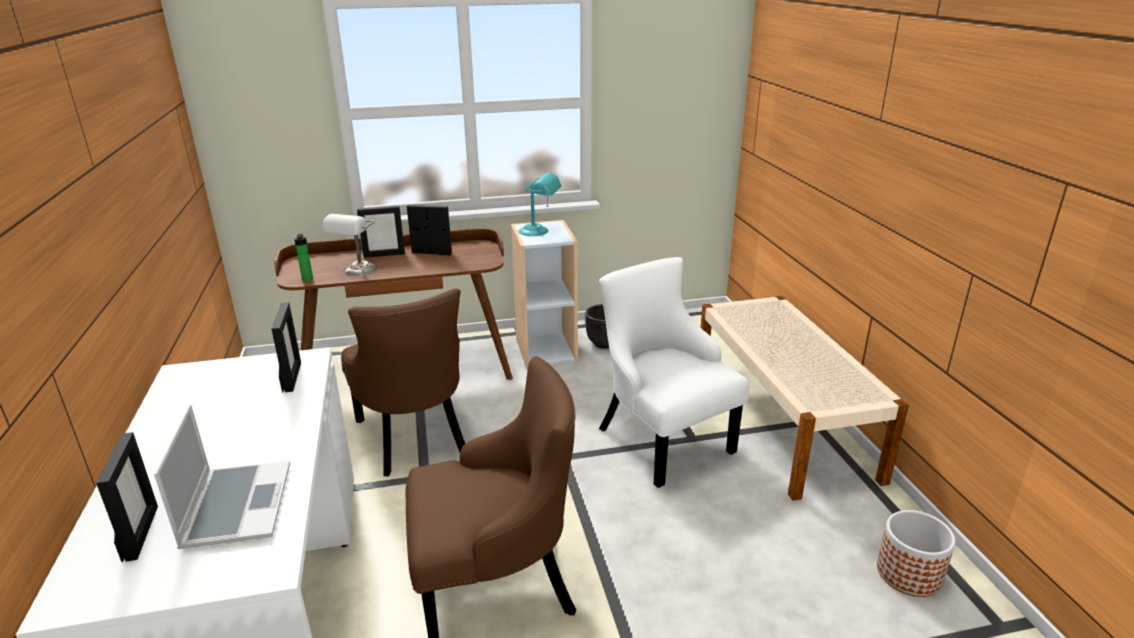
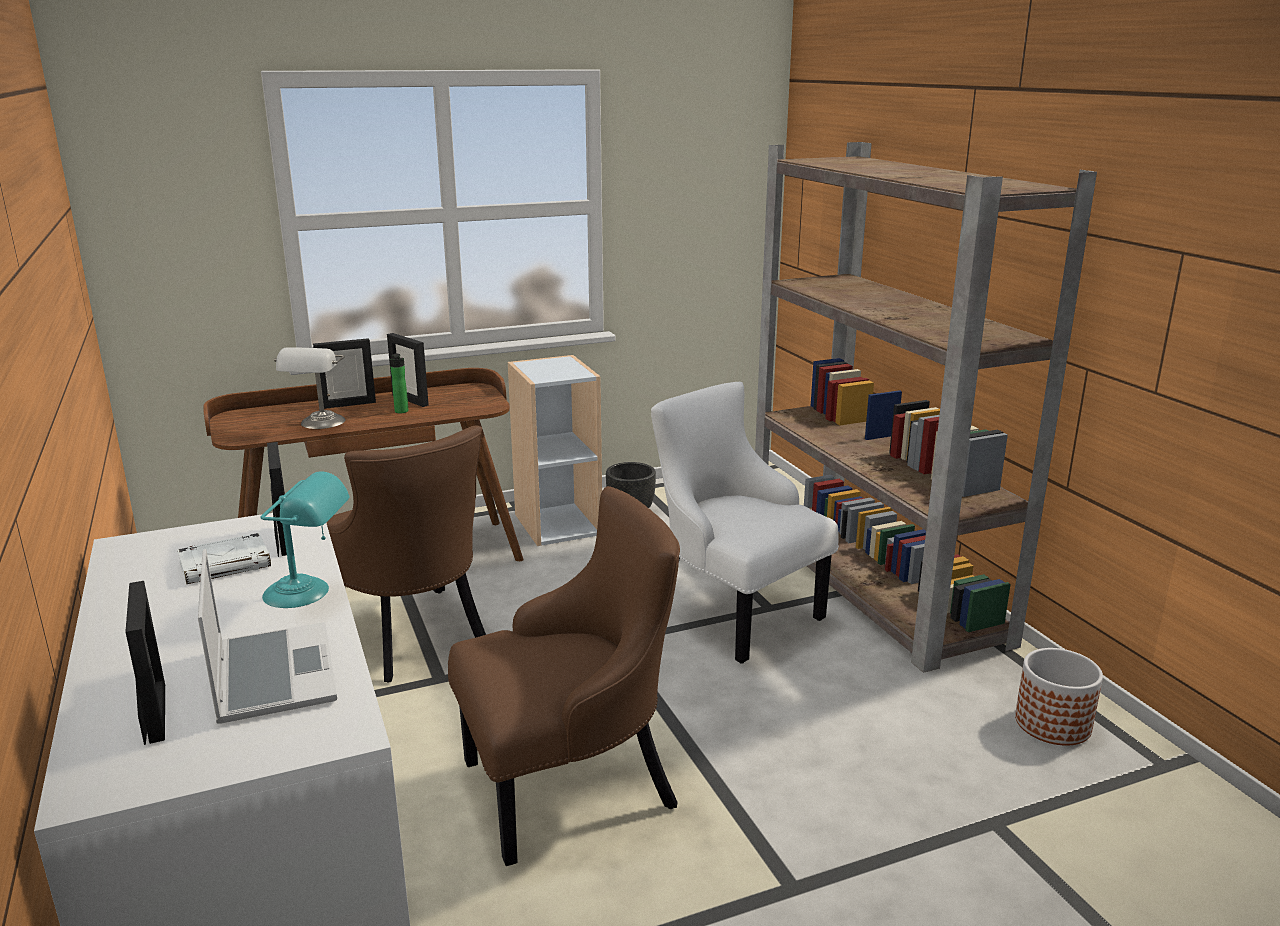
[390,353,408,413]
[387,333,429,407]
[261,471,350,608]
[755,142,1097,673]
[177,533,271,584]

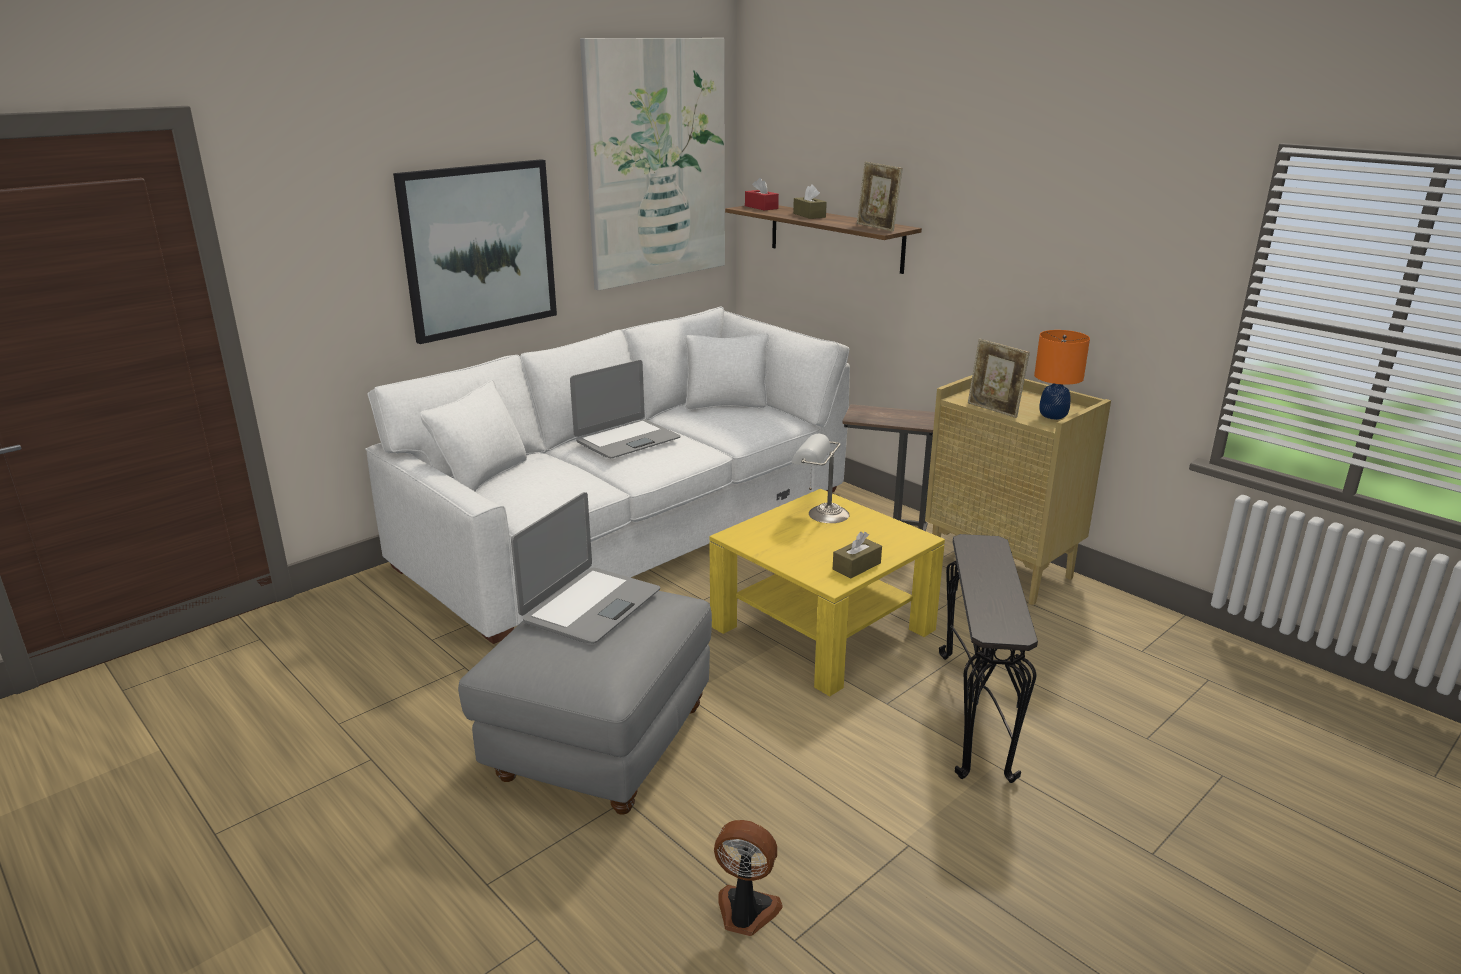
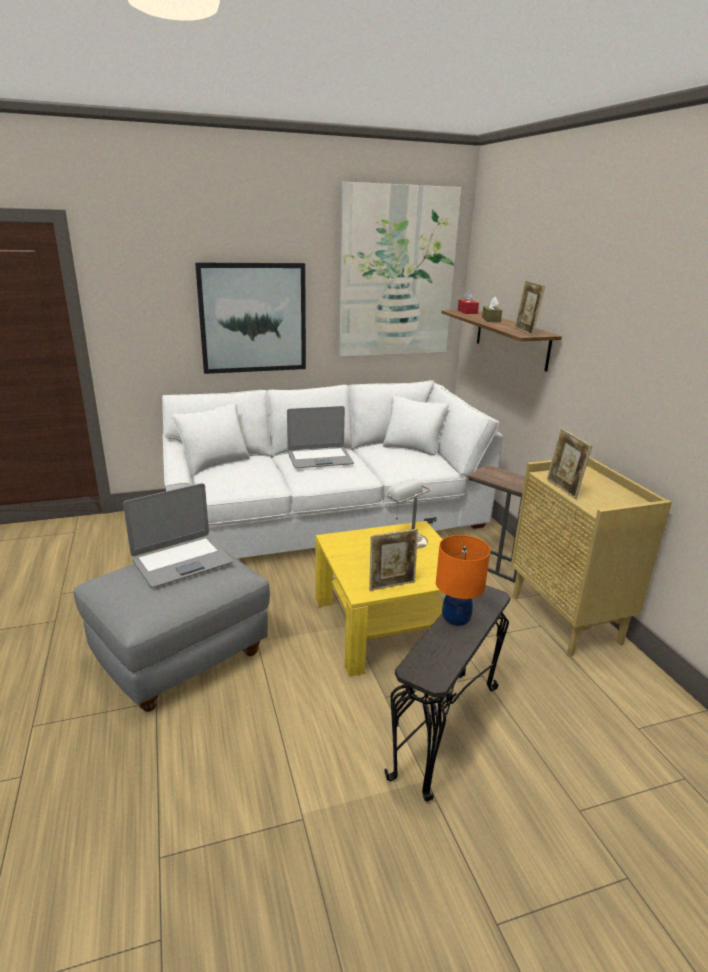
[714,820,783,936] (first image)
[369,529,418,591]
[436,535,490,626]

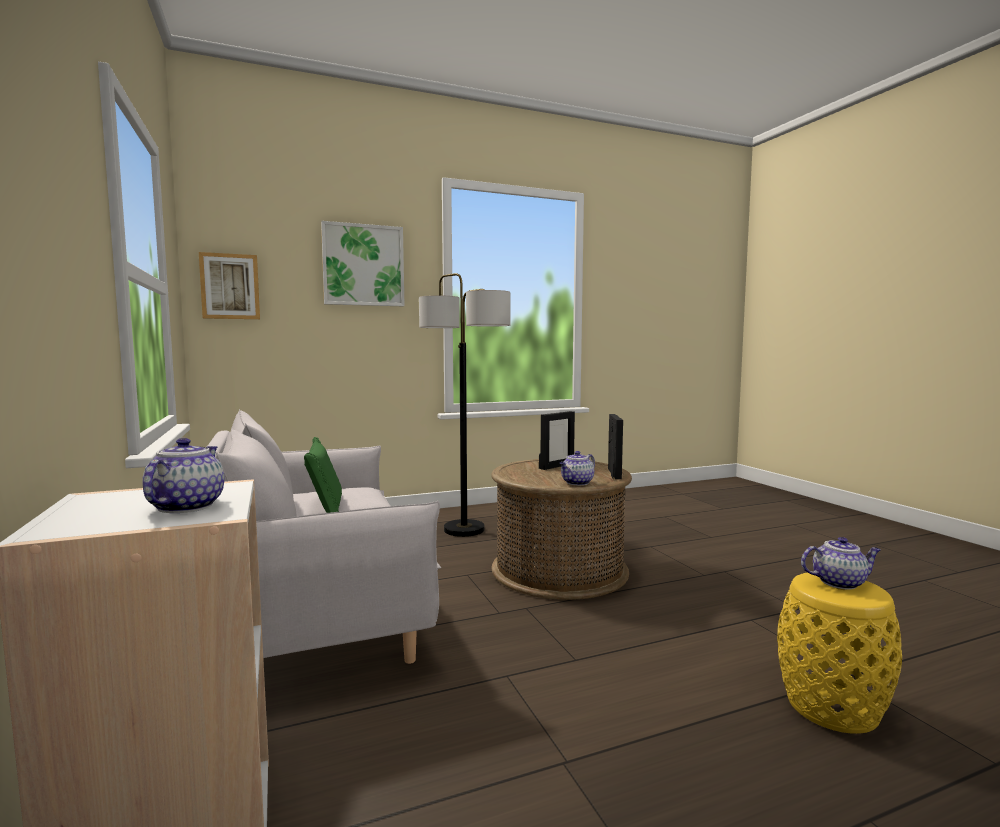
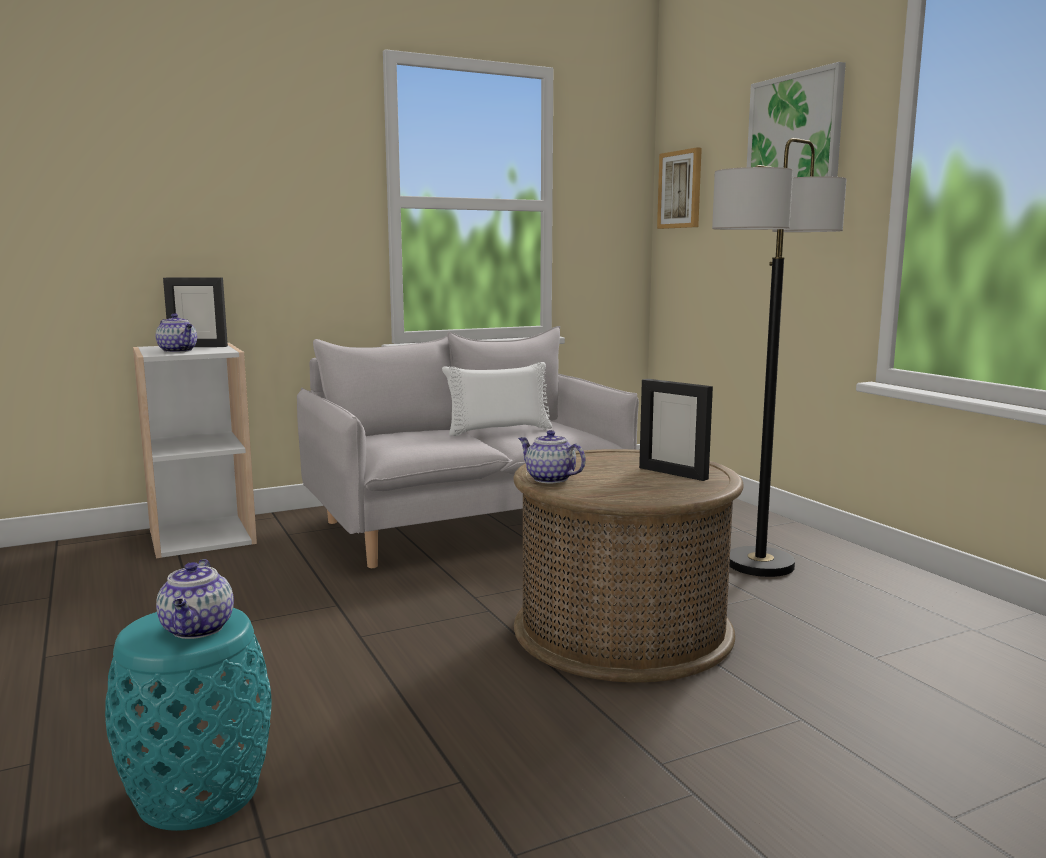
[156,313,197,353]
[442,362,552,436]
[163,278,228,347]
[105,608,271,831]

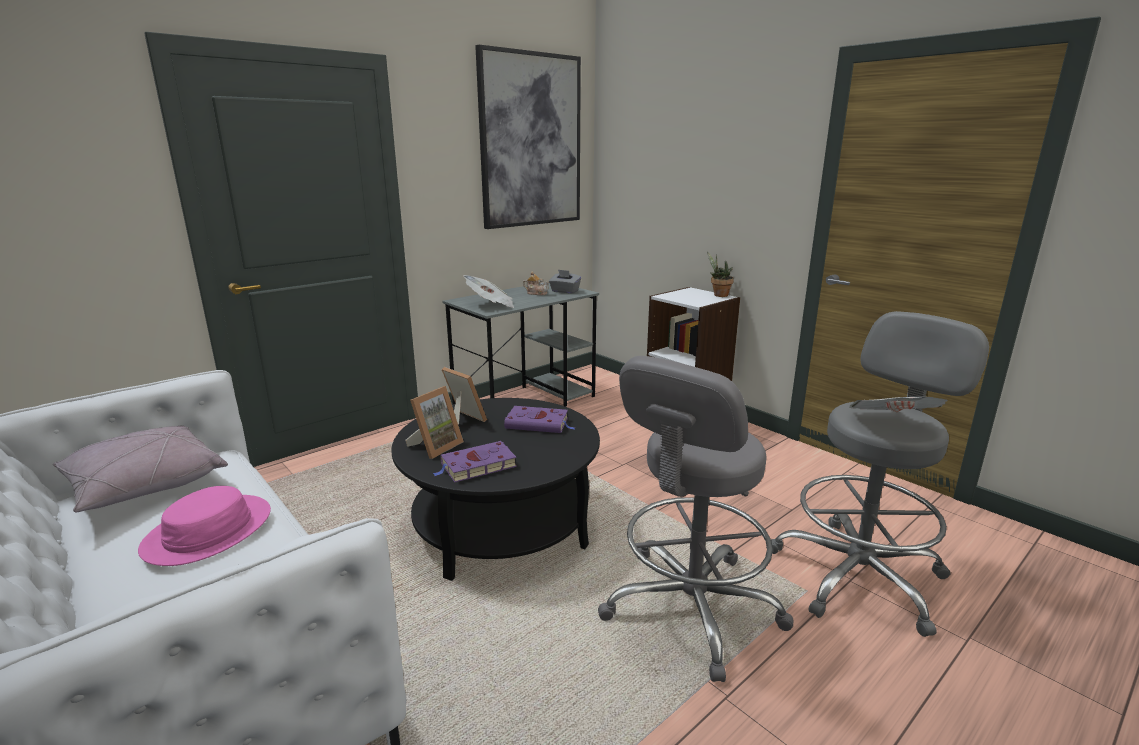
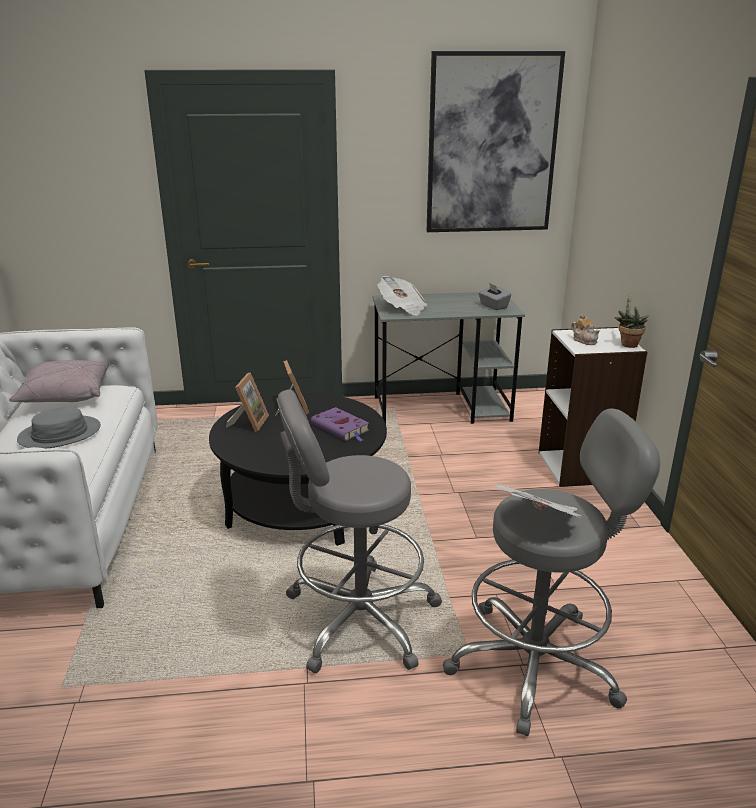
[17,407,101,448]
[226,372,269,432]
[433,441,517,483] (first image)
[571,314,600,345]

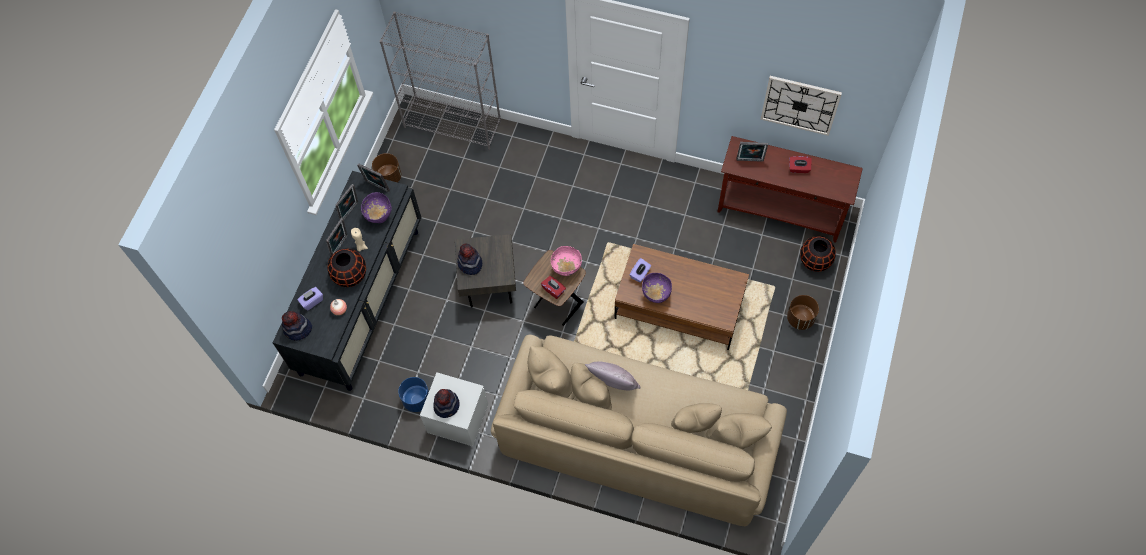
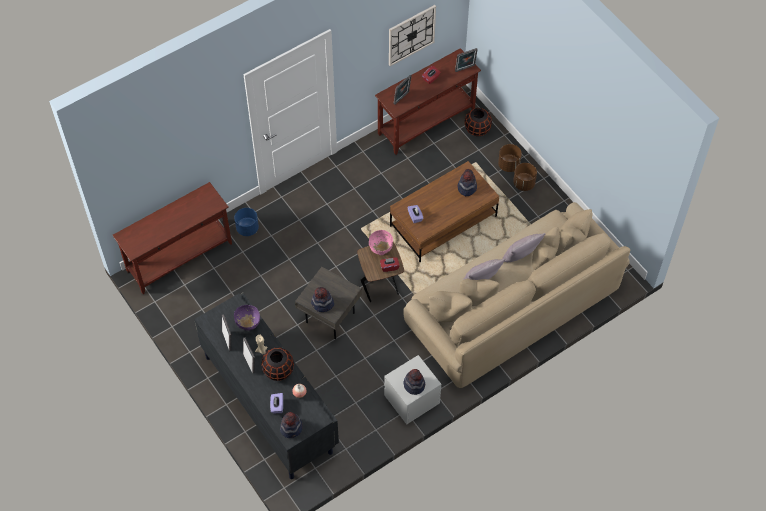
[455,48,478,72]
[513,163,537,191]
[112,182,232,294]
[235,208,259,236]
[642,273,672,303] (first image)
[458,169,477,196]
[502,233,546,262]

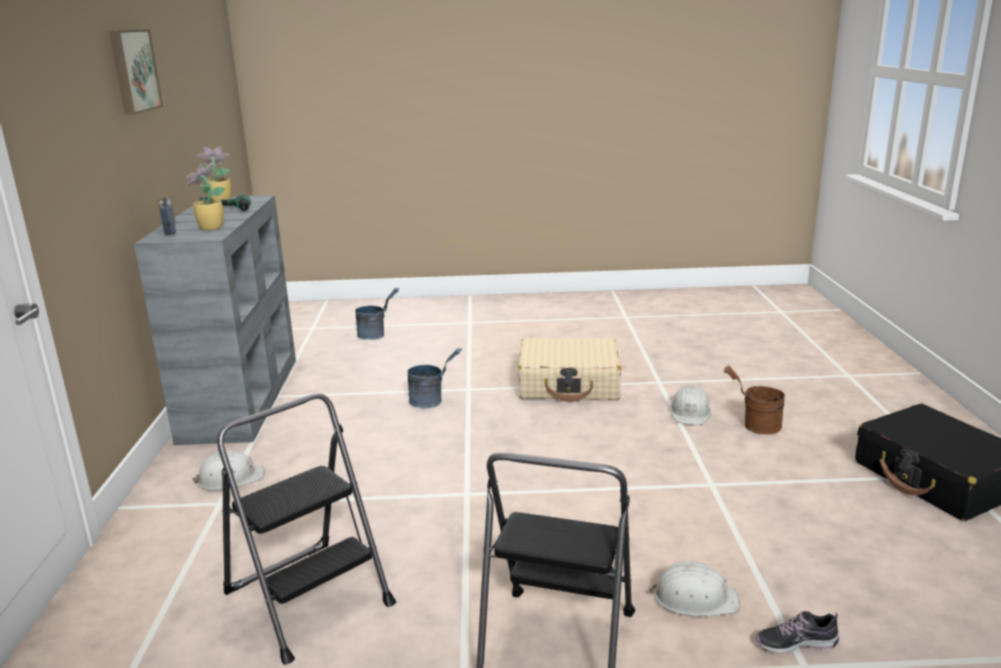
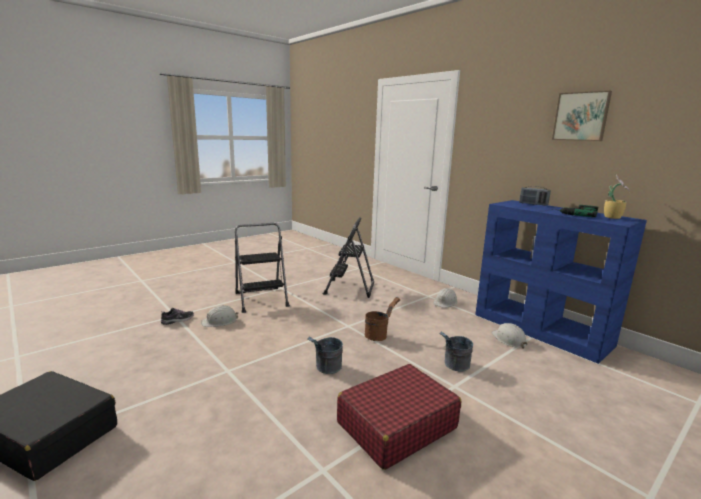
[475,200,647,364]
[186,163,225,230] (first image)
[308,336,343,374]
[337,364,461,470]
[491,323,527,349]
[365,297,400,341]

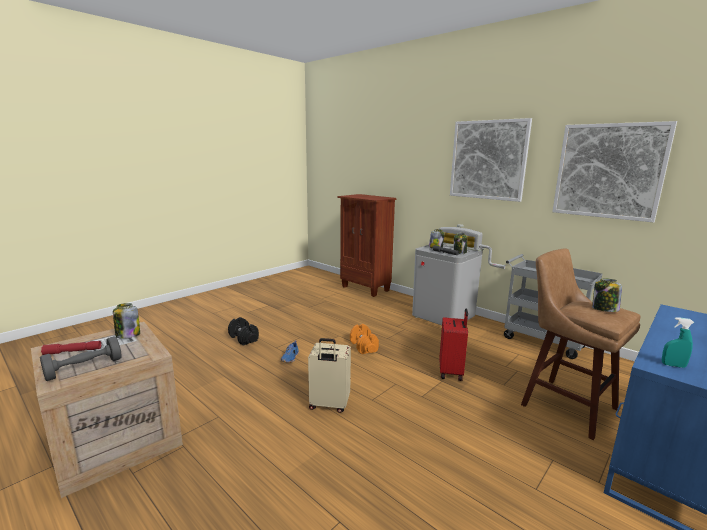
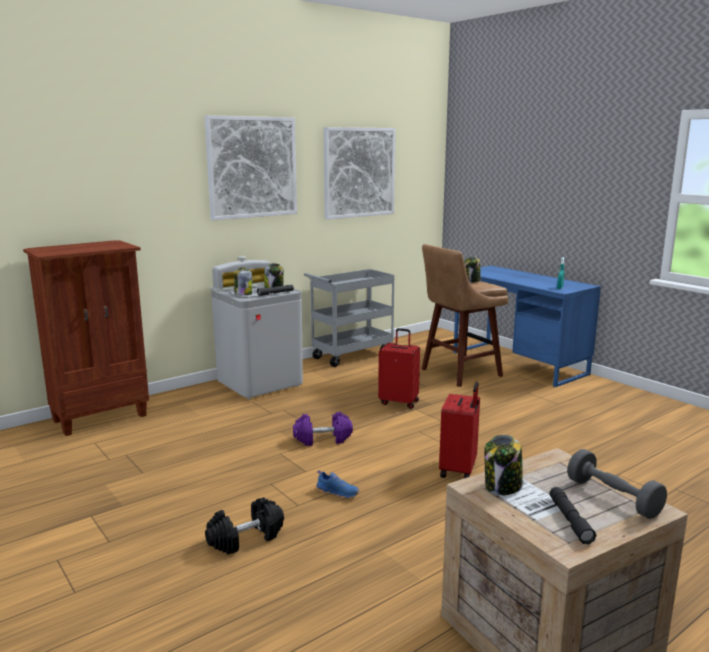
[550,487,596,544]
[439,382,480,479]
[293,412,353,446]

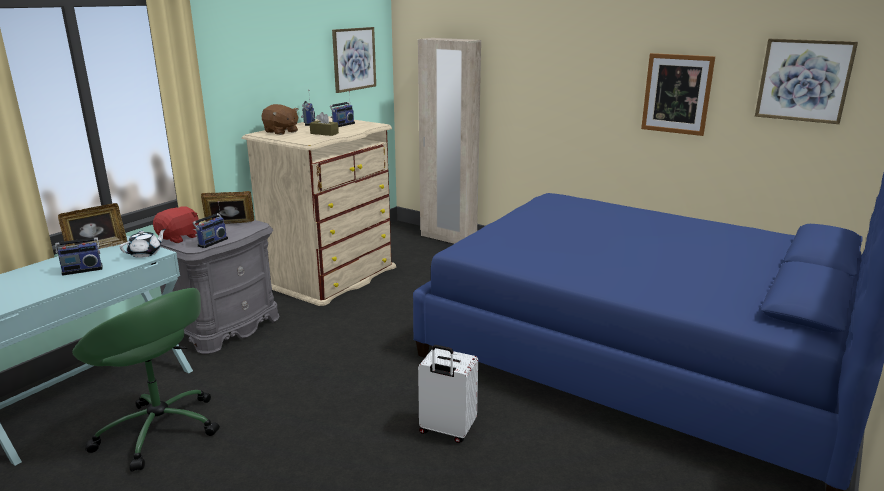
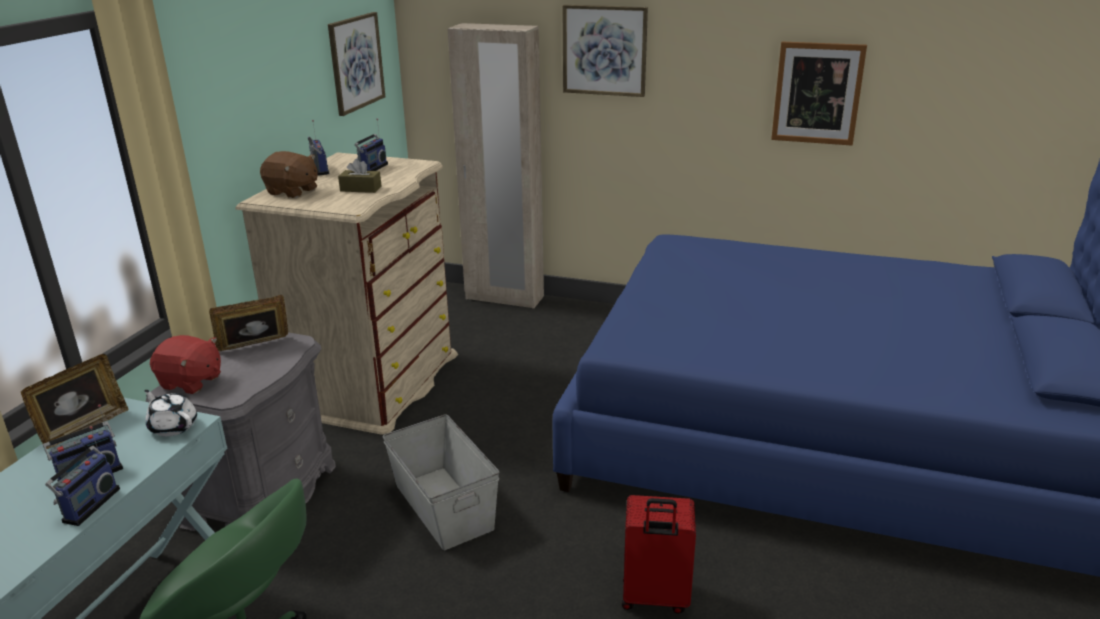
[144,390,197,436]
[150,335,221,394]
[45,426,120,526]
[622,495,696,614]
[562,5,648,97]
[383,414,499,550]

